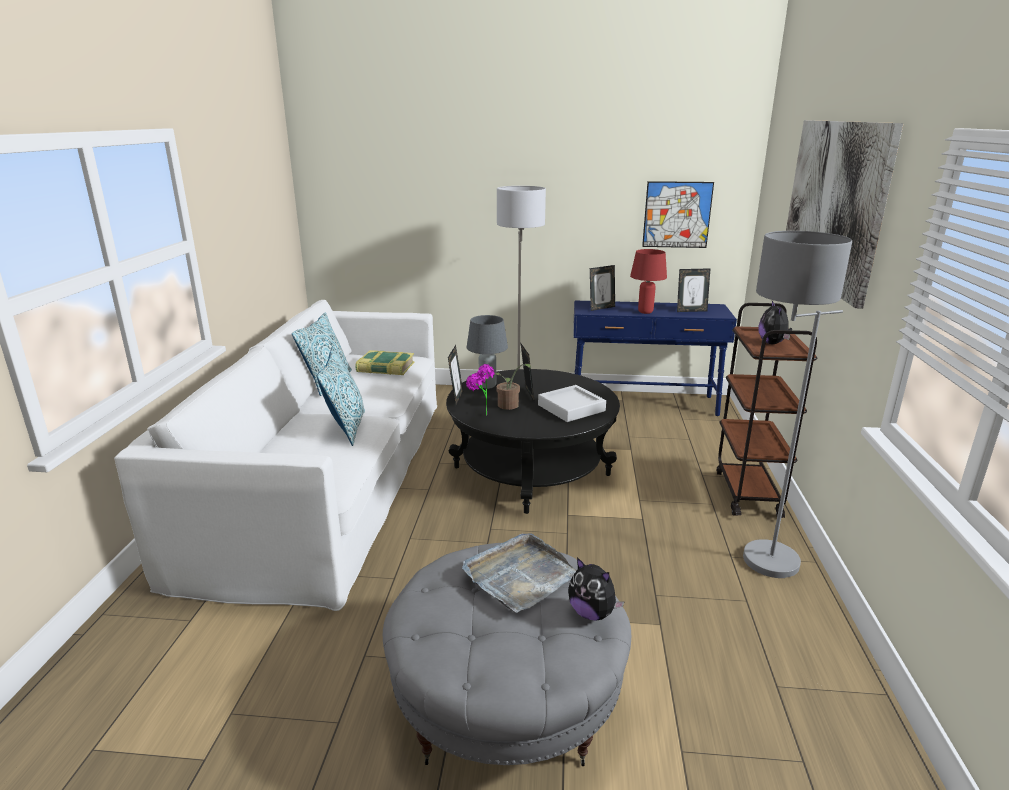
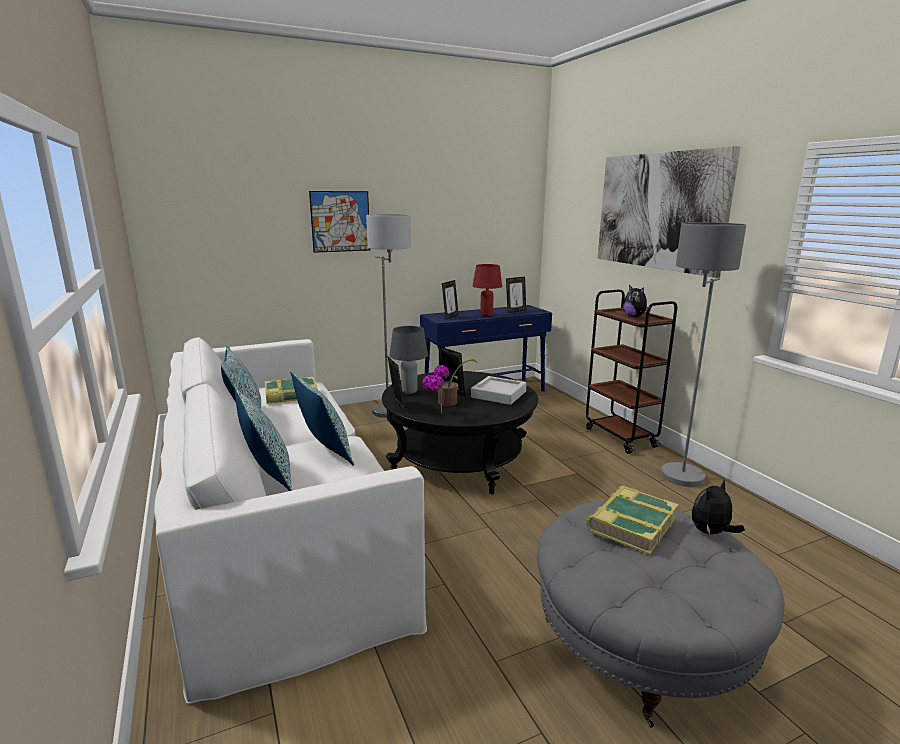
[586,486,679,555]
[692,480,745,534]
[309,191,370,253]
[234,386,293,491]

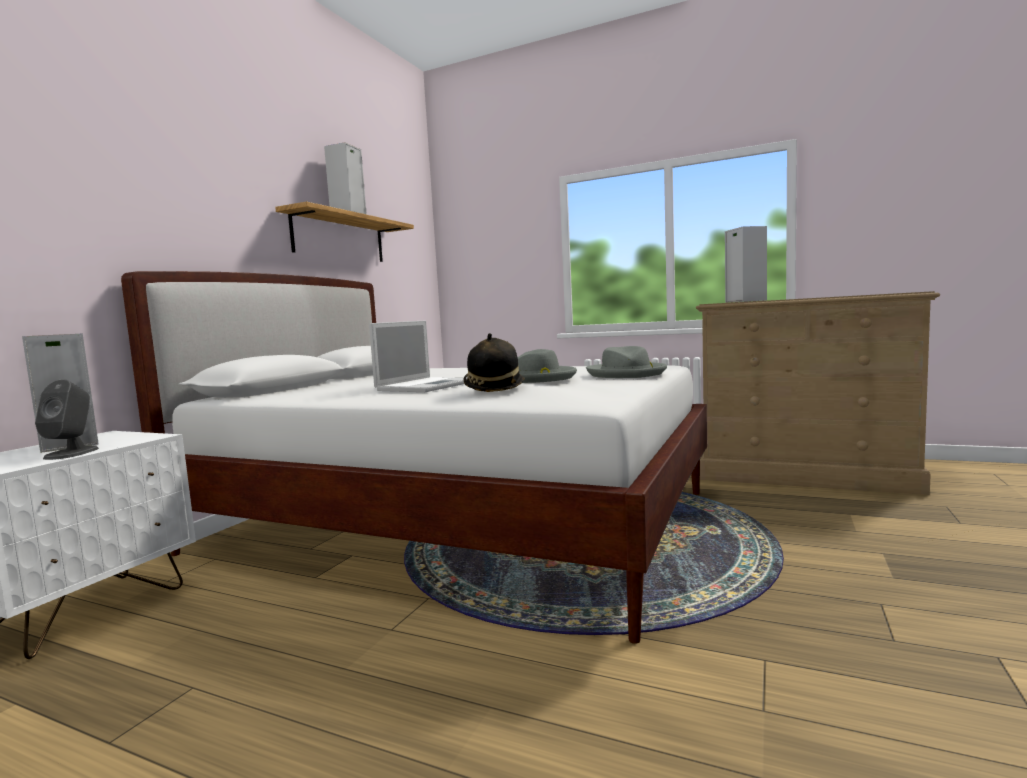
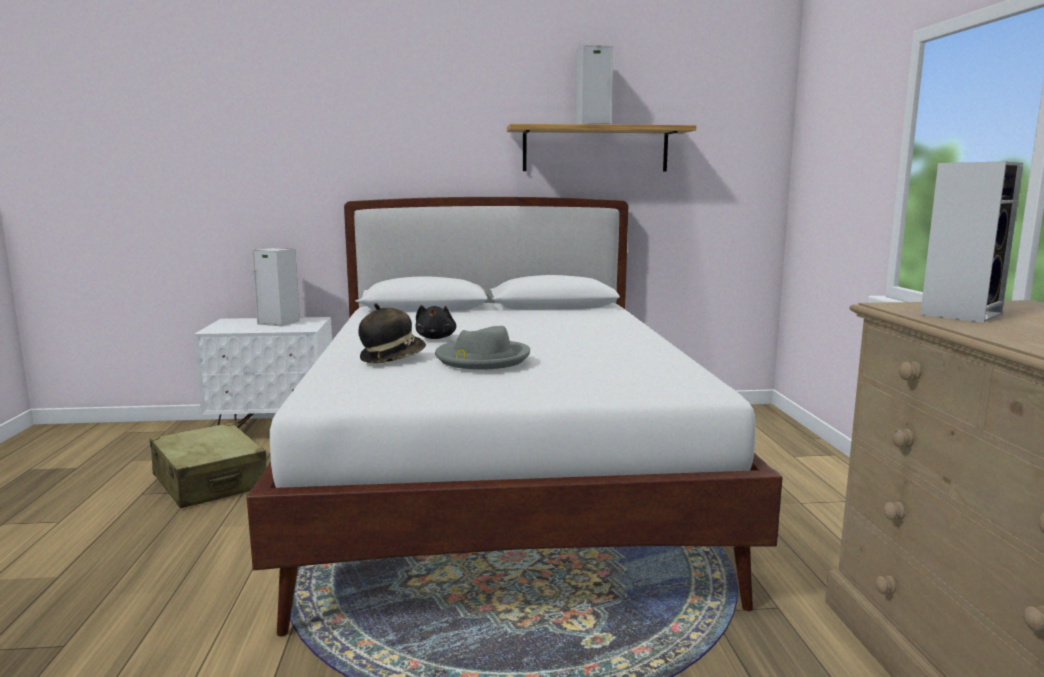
[35,379,99,460] (first image)
[416,305,456,339]
[586,346,667,378] (first image)
[149,422,267,508]

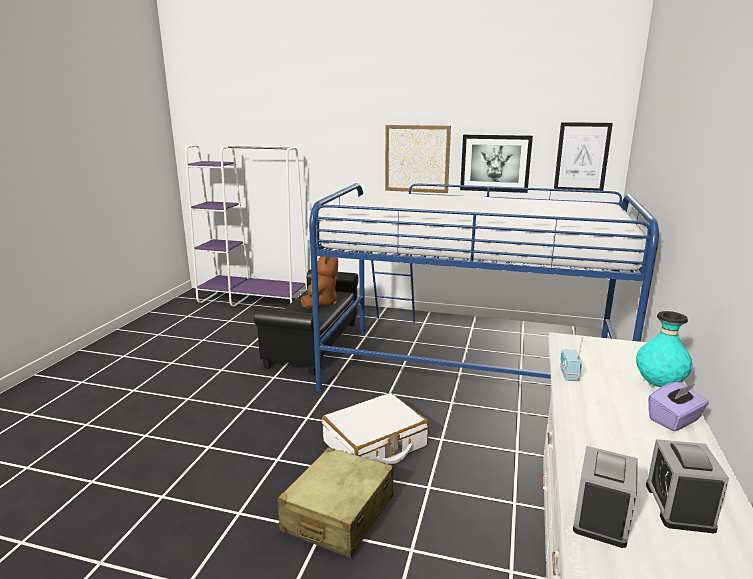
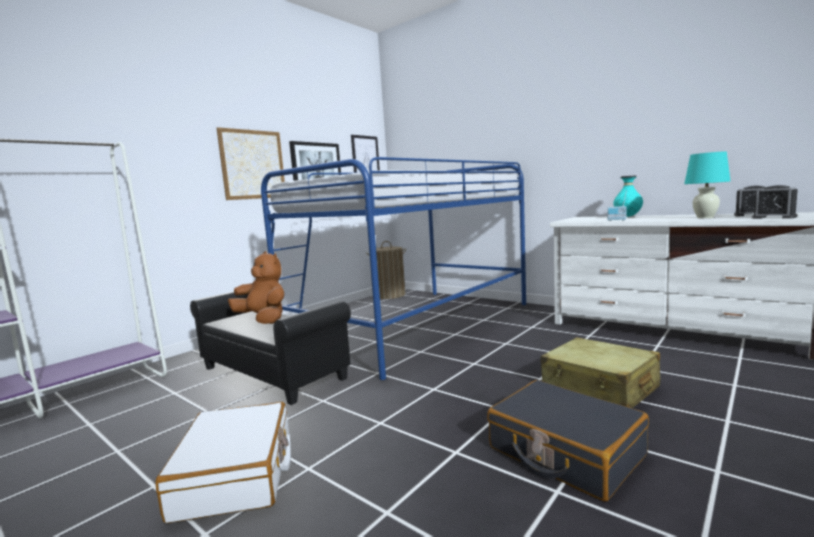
[155,402,291,523]
[648,382,709,431] (first image)
[366,241,406,299]
[487,380,649,501]
[684,151,731,218]

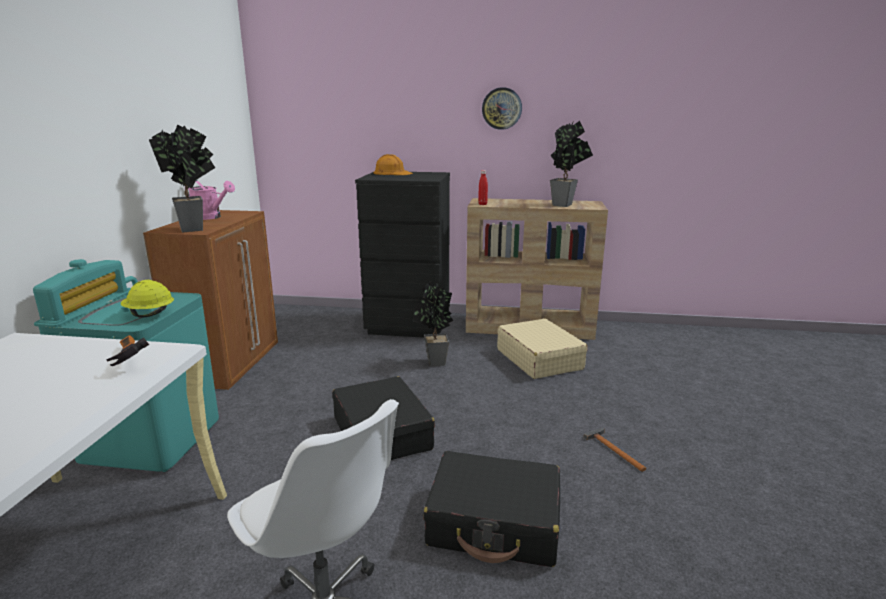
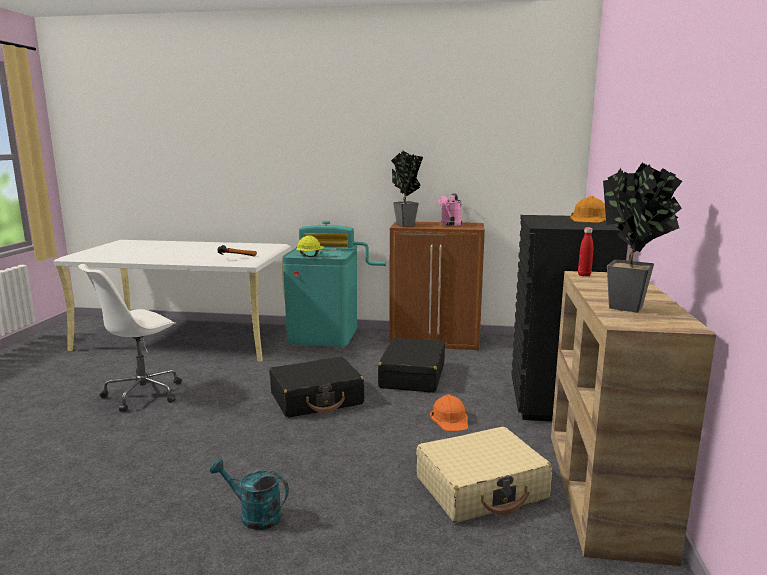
[430,394,468,431]
[378,338,445,393]
[482,87,522,130] (first image)
[210,458,289,530]

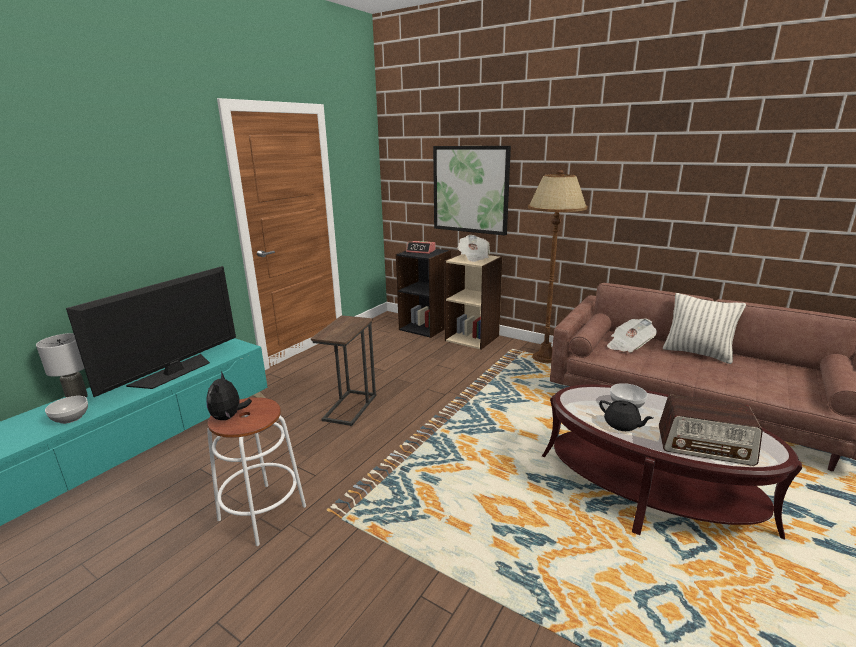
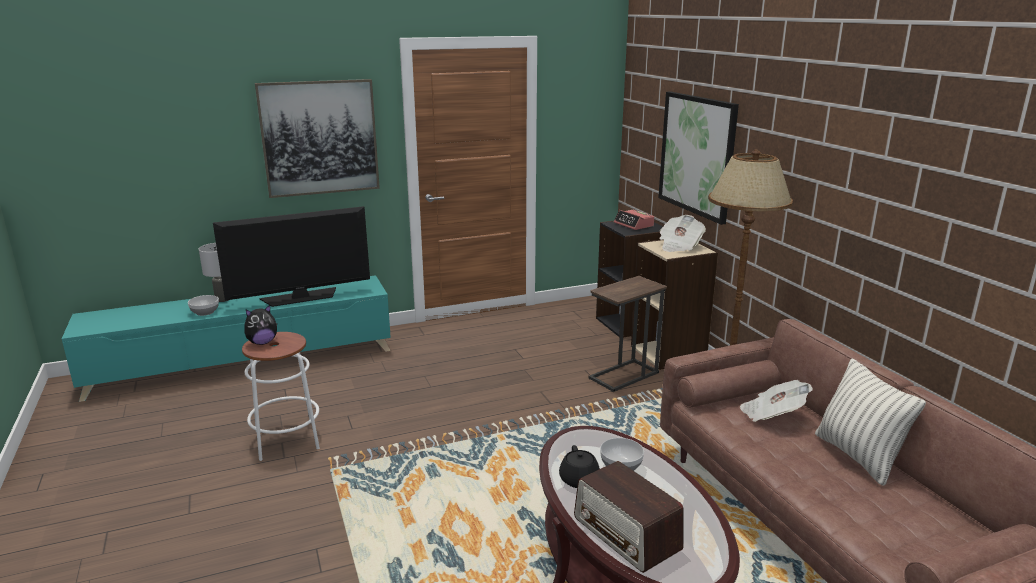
[244,305,277,345]
[588,276,667,392]
[255,79,380,198]

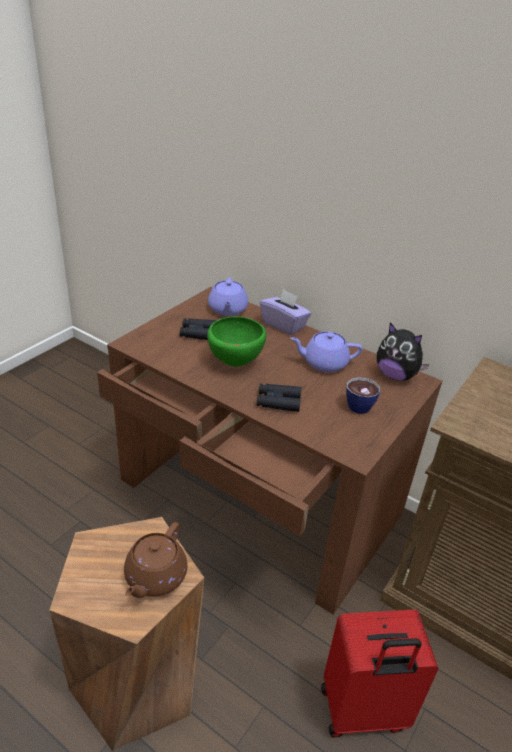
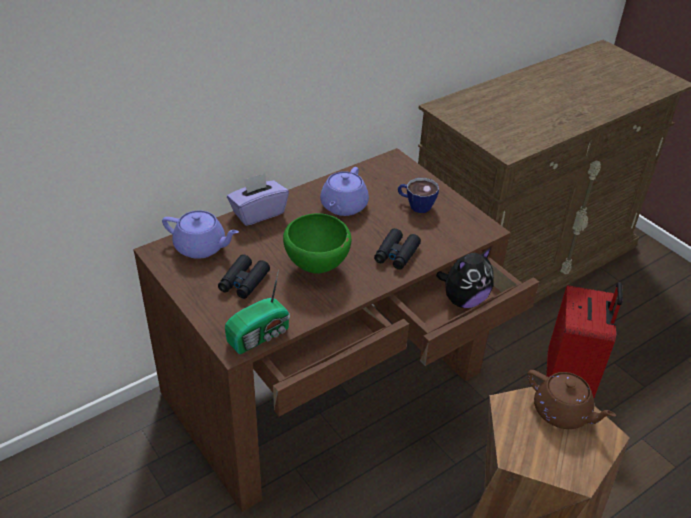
[436,248,494,308]
[225,269,290,354]

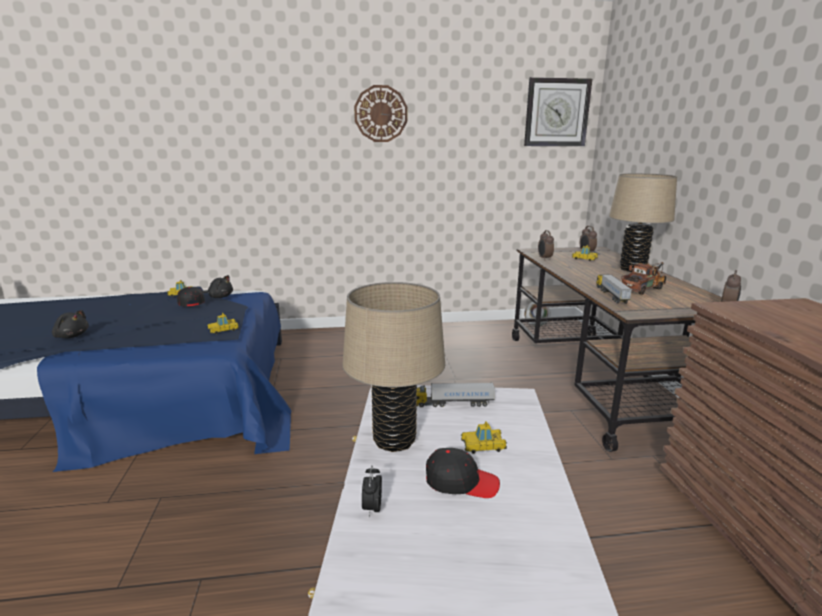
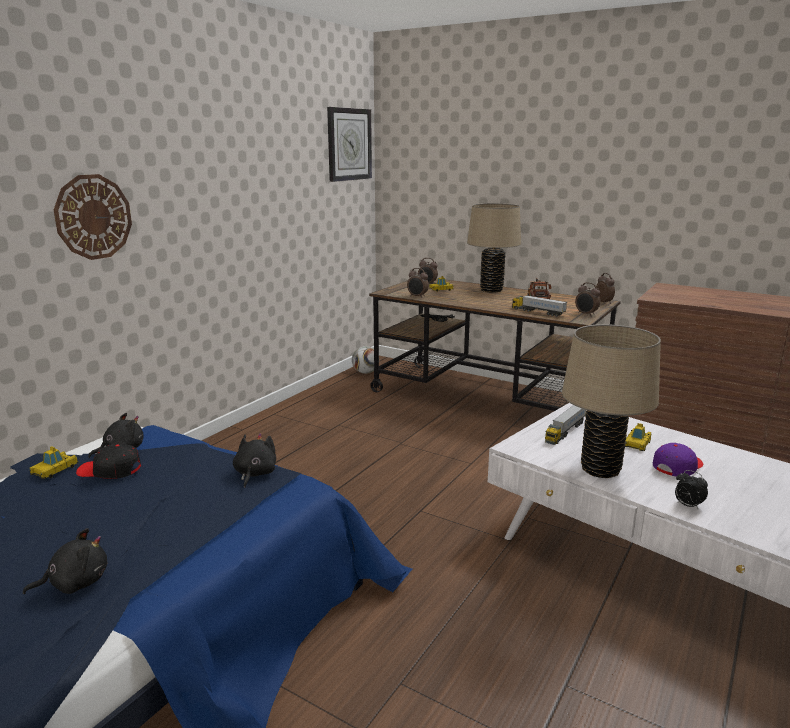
[233,433,276,488]
[54,174,132,260]
[653,443,703,477]
[575,282,600,316]

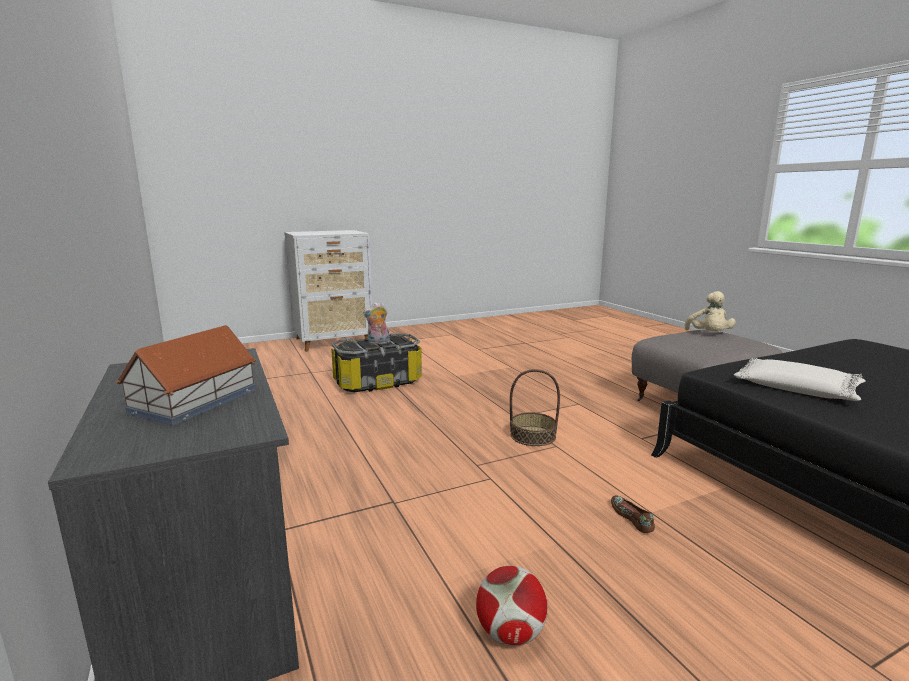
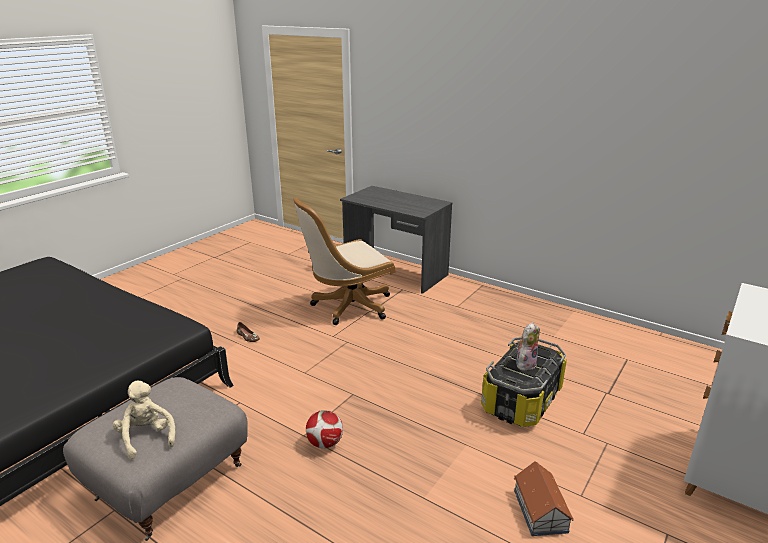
[514,461,574,536]
[306,410,343,449]
[510,369,560,446] (first image)
[734,358,865,401] (first image)
[294,197,396,325]

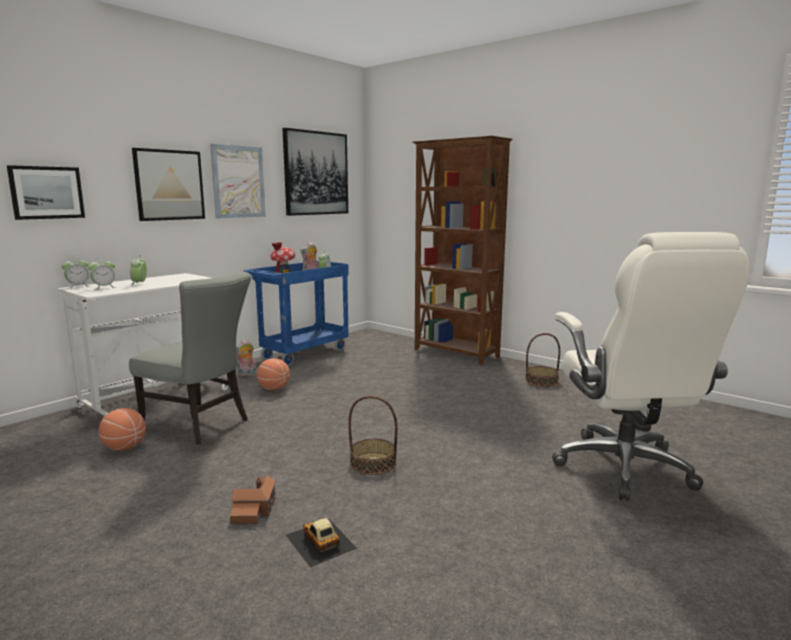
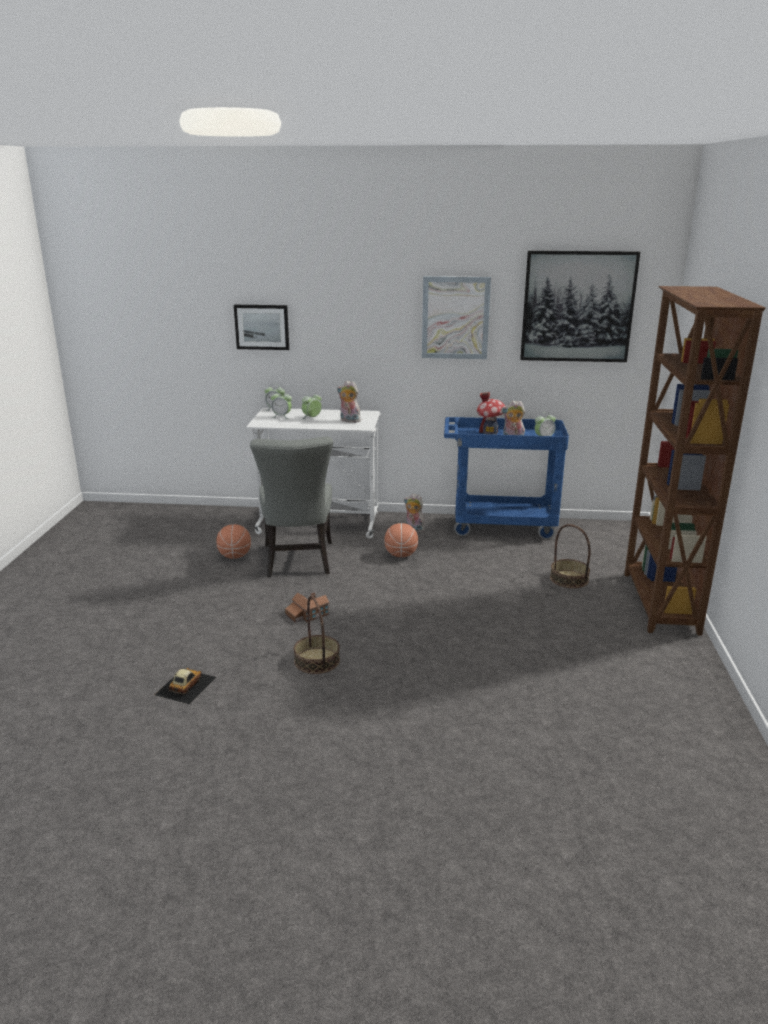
[132,148,205,221] (first image)
[285,593,329,623]
[550,524,591,588]
[552,232,749,501] (first image)
[337,381,361,423]

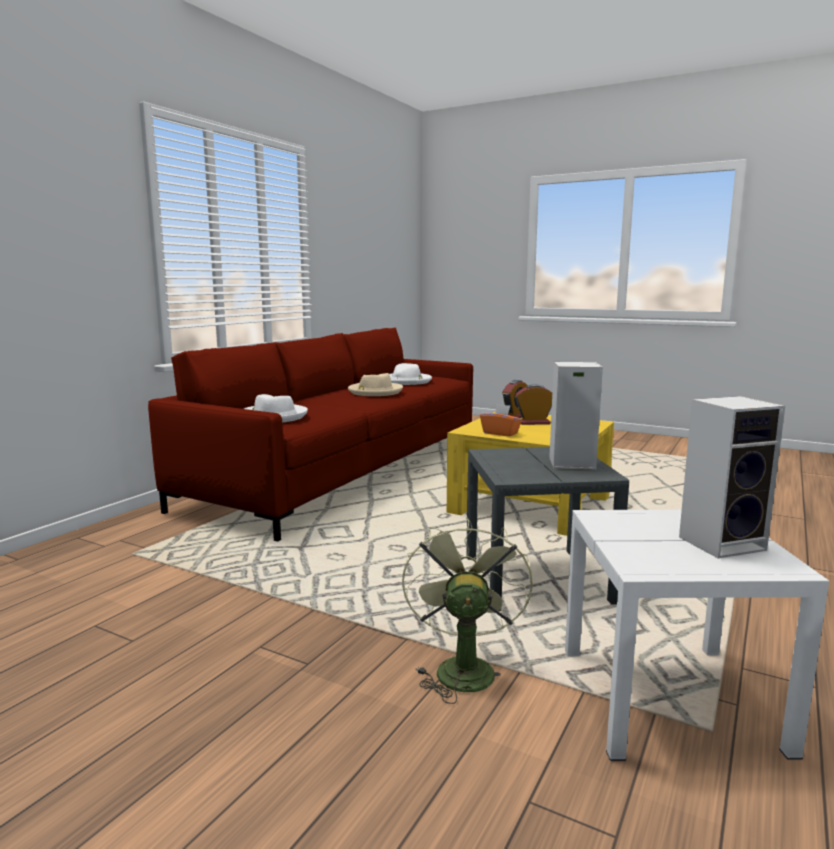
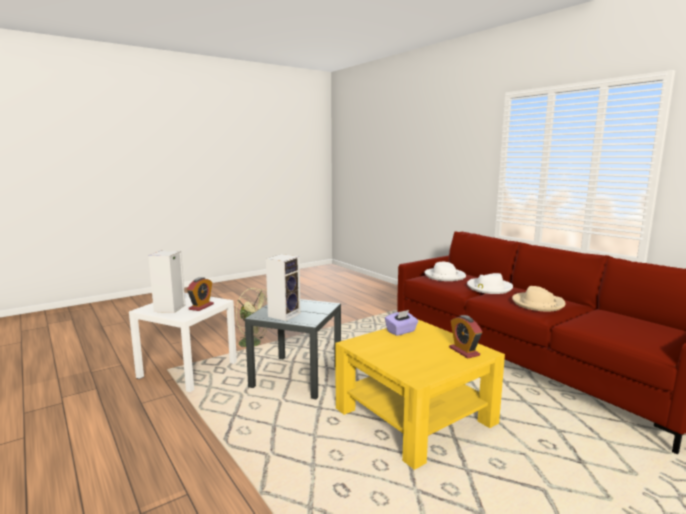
[467,273,513,294]
[385,310,418,336]
[187,277,214,311]

